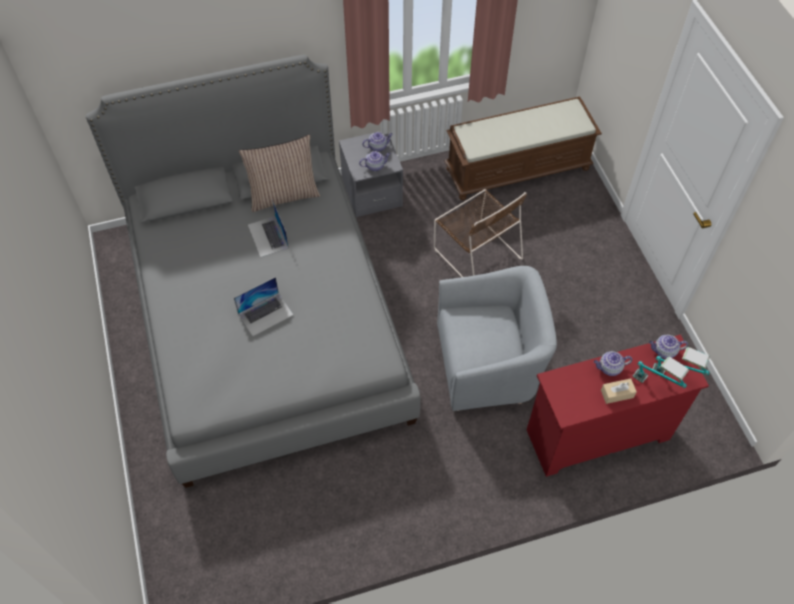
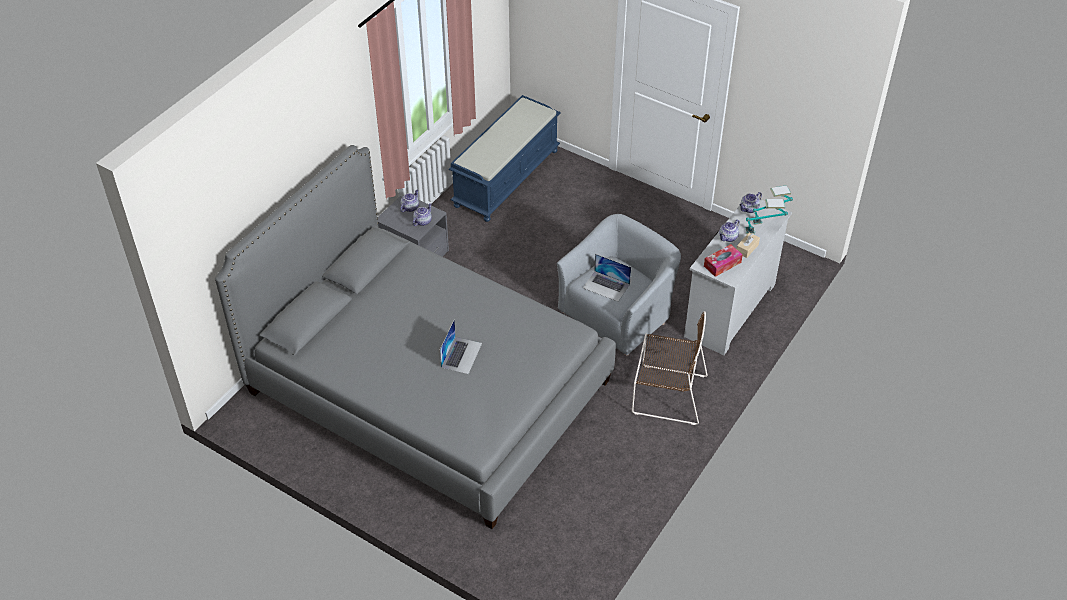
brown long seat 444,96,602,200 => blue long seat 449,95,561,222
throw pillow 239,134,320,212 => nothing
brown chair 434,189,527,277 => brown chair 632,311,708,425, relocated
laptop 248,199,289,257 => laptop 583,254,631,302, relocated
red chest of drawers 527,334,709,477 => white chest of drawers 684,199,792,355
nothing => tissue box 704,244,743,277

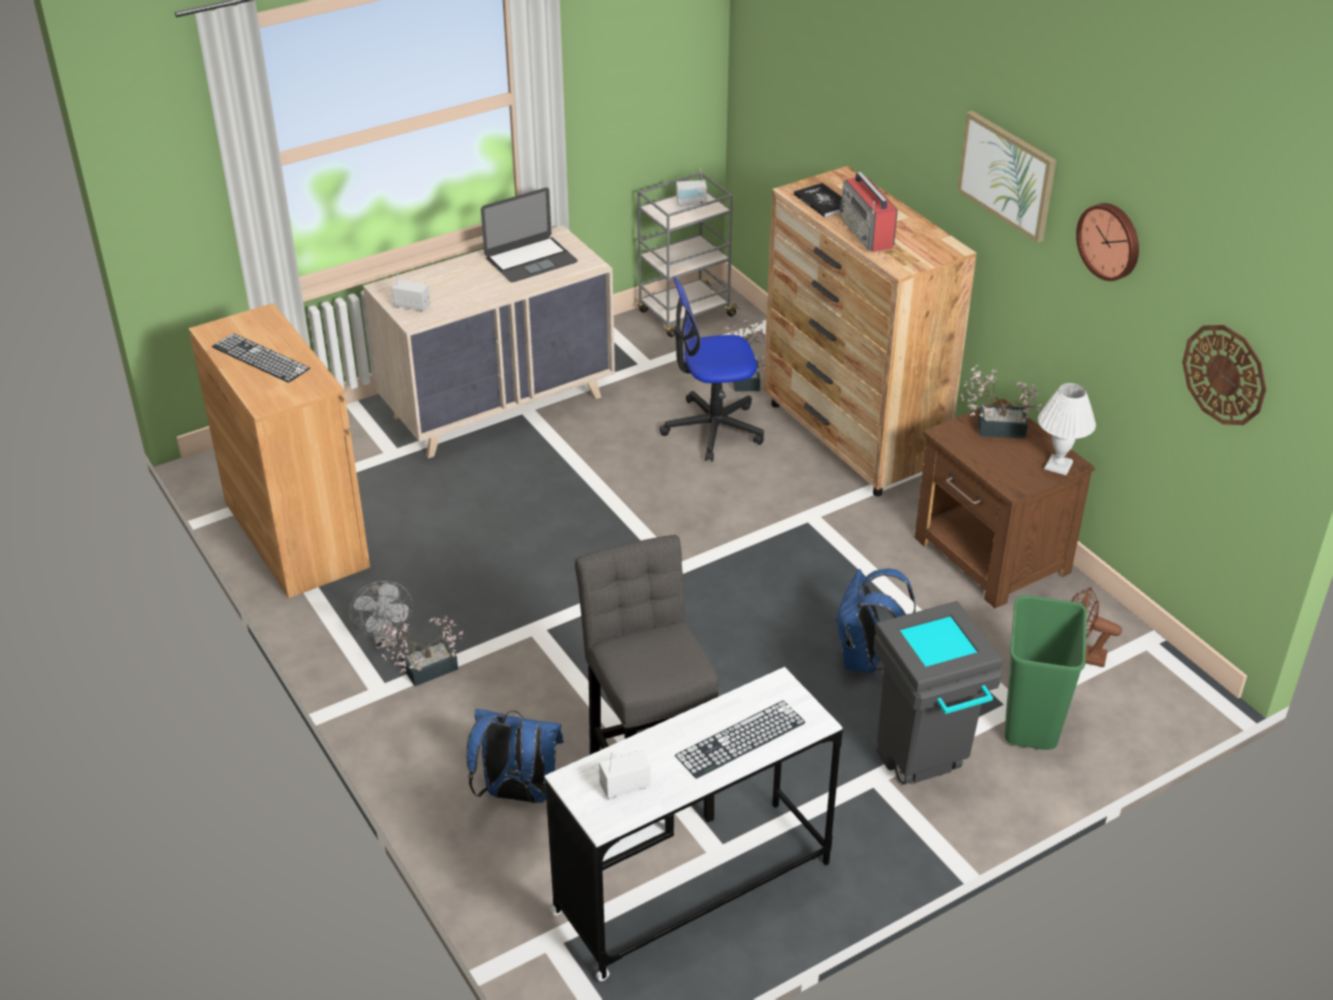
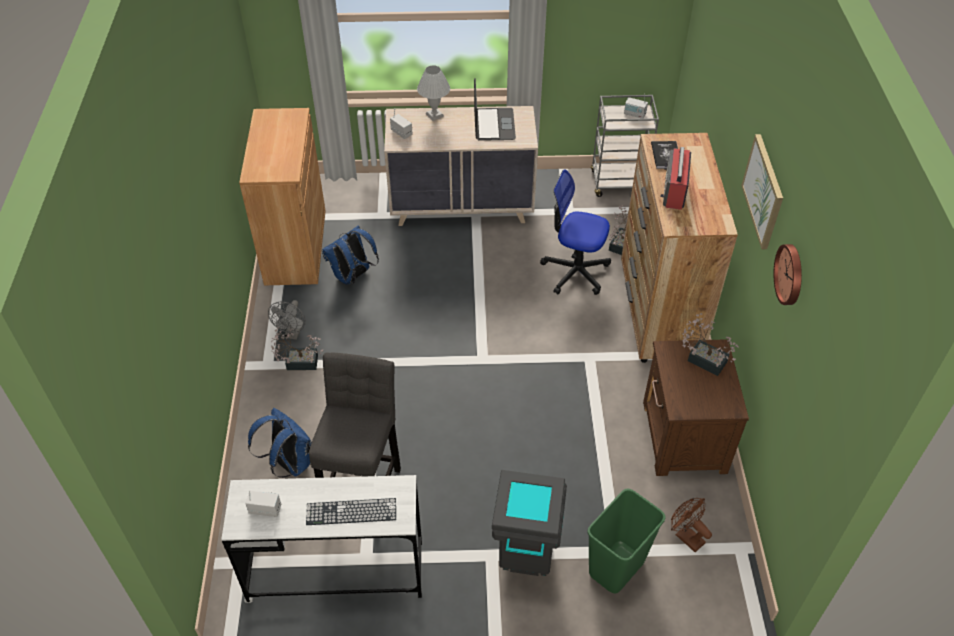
laptop 481,188,578,282 => laptop 474,78,516,141, 90 degrees counterclockwise
wall clock 1182,325,1266,425 => nothing
PC keyboard 212,333,310,383 => nothing
white lamp for a table 1038,383,1096,475 => white lamp for a table 417,65,450,121, relocated
blue backpack 835,569,916,673 => blue backpack 322,225,379,285, relocated

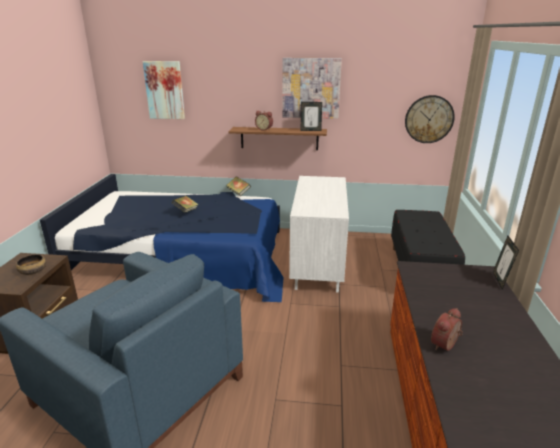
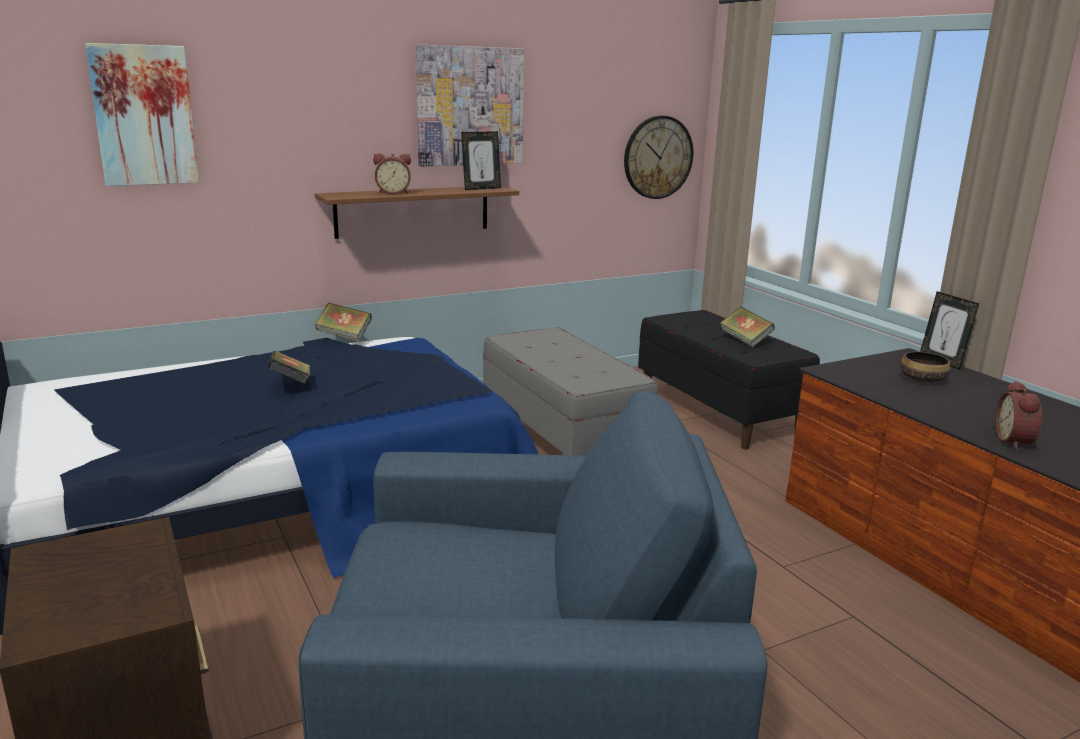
white chest of drawers 289,176,349,293 => gray long seat 483,327,658,456
serving bowl 16,254,46,275 => serving bowl 901,351,951,383, relocated
nothing => bound book 720,307,775,347

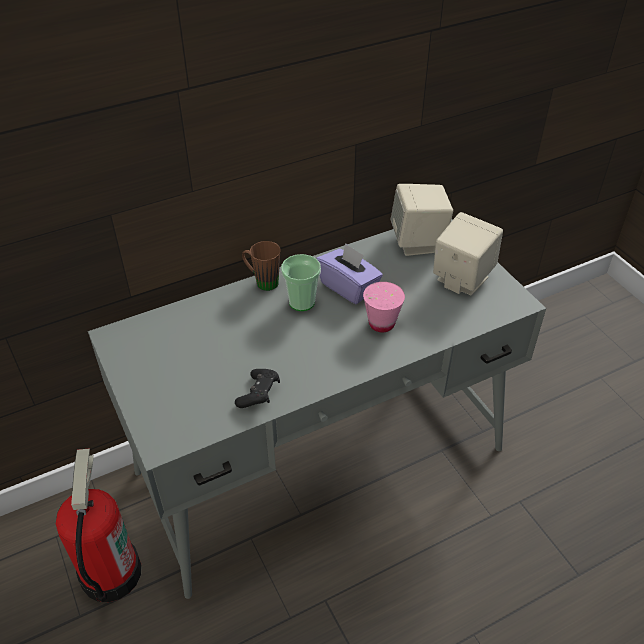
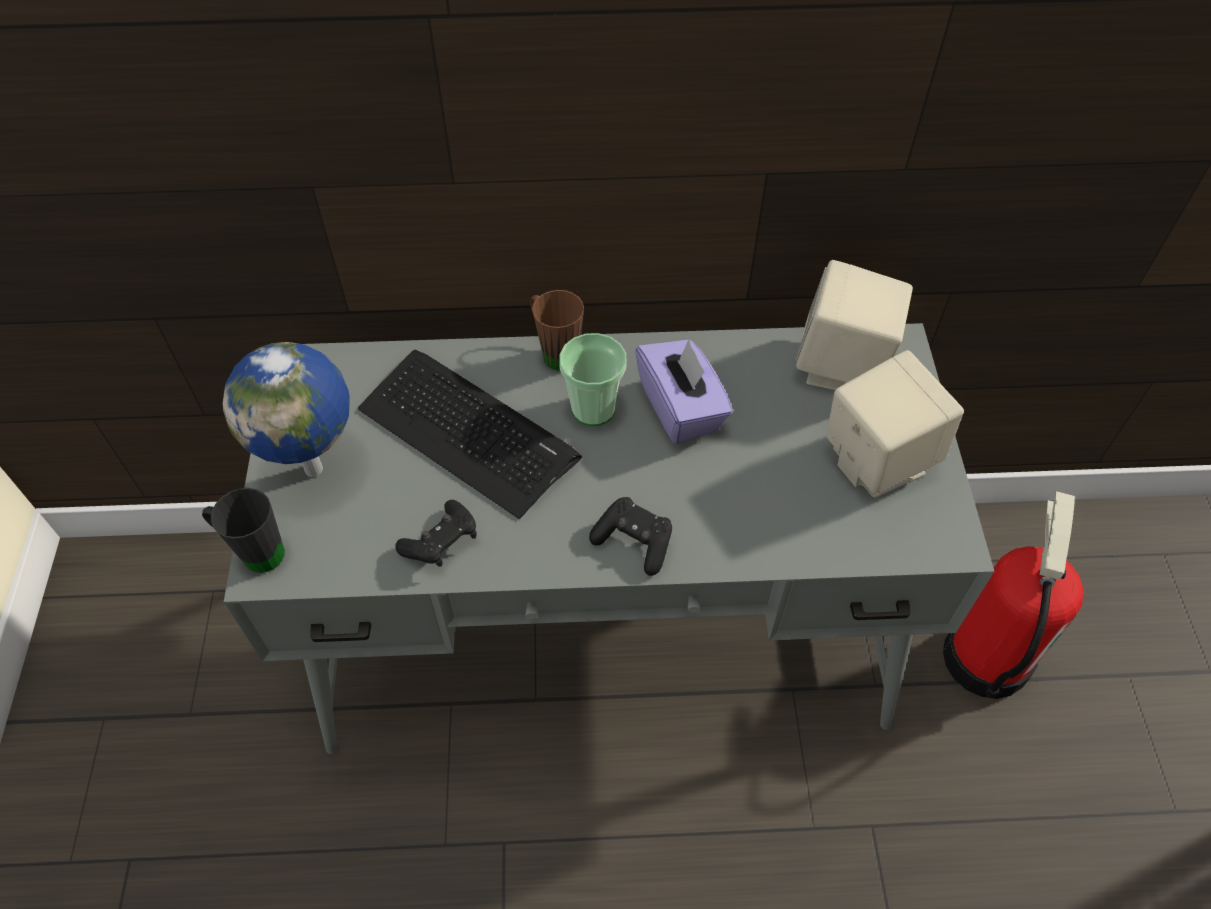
pink small cup 363,282,405,332 => nothing
extinguisher 56,448,142,602 => extinguisher 943,491,1083,699, relocated
nothing => desk globe 223,342,350,477
nothing => PC keyboard 358,349,582,519
nothing => black-coloured tea mug 202,488,285,573
nothing => black-coloured game controller 589,497,672,576

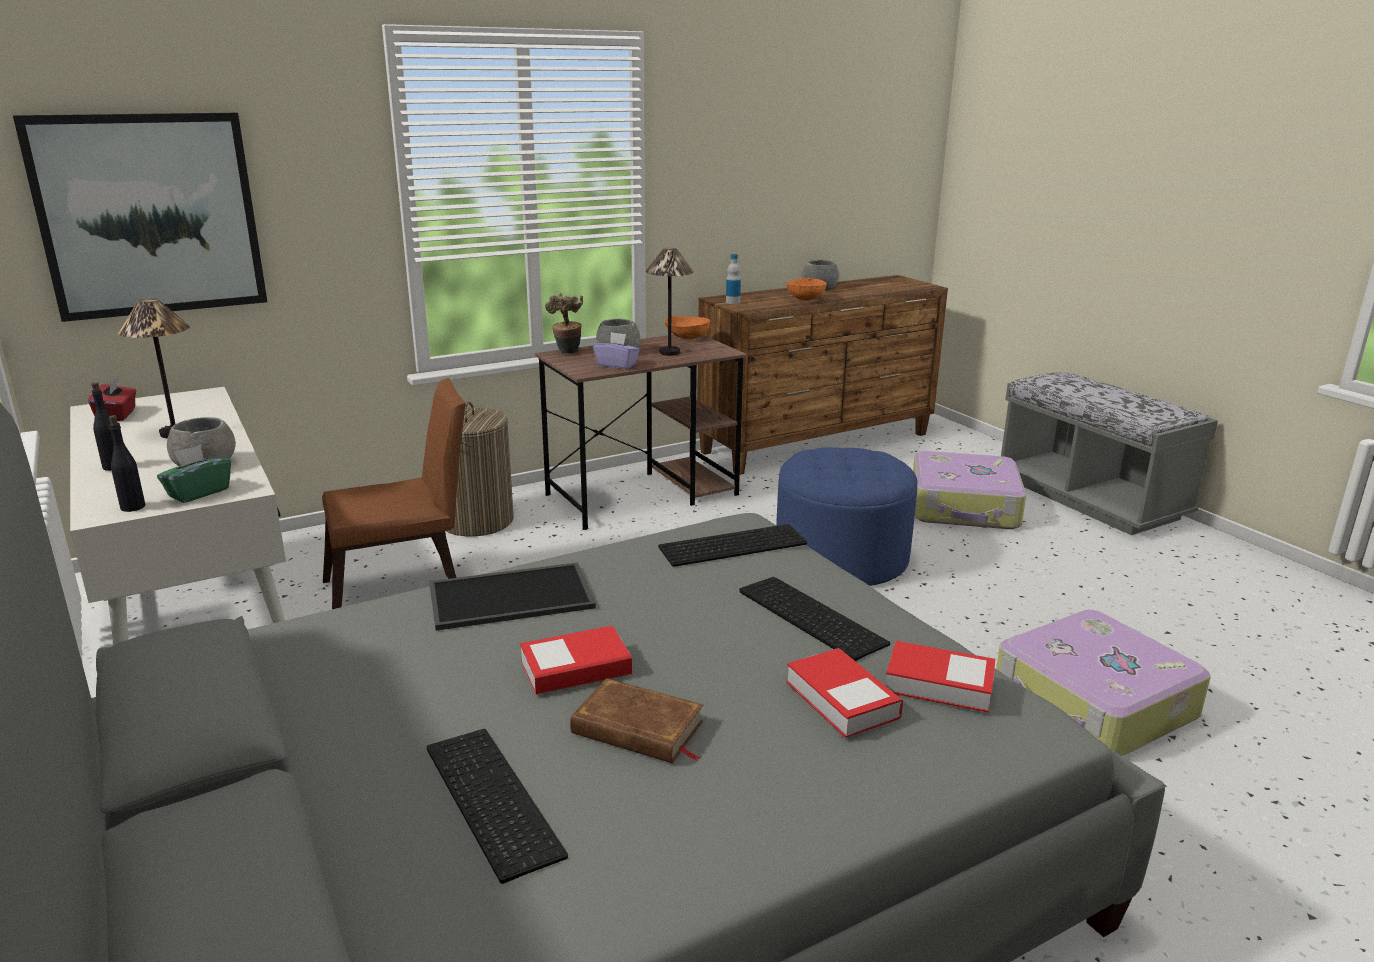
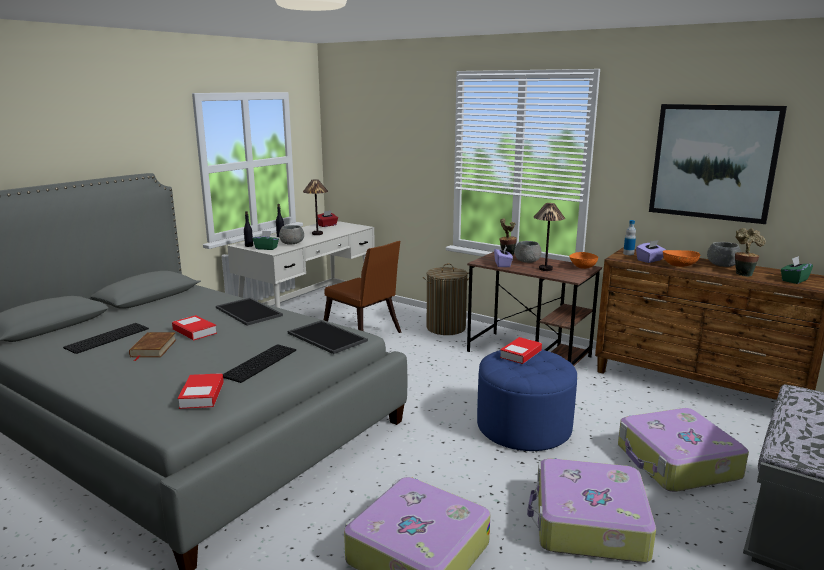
picture 13,113,267,322 => picture 649,104,787,224, relocated
PC keyboard 658,524,807,567 => carrying tray 288,320,368,354
bound book 786,648,903,738 => bound book 500,337,542,364, relocated
nothing => plant in a pot 735,228,766,277
nothing => purplish tissue box 636,240,666,263
nothing => greenish tissue box 781,256,813,284
nothing => travel case 527,458,656,562

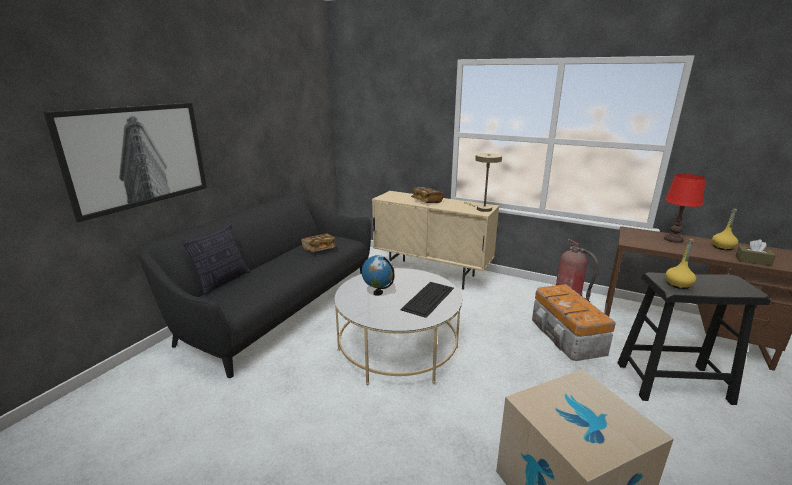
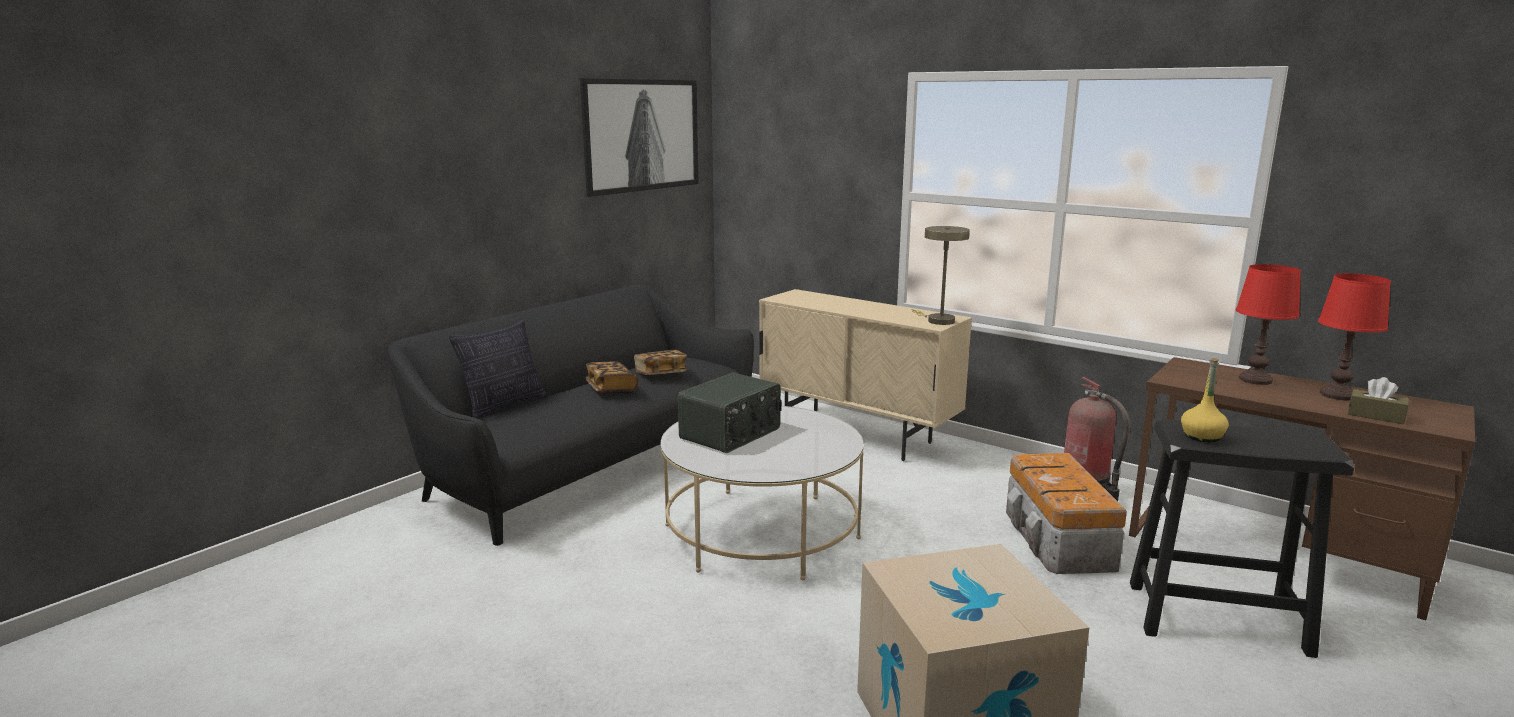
picture 44,103,207,222 => picture 580,78,699,197, relocated
bound book 411,187,443,203 => bound book 585,361,638,393, relocated
yellow-coloured bottle 712,209,738,251 => red lamp for a table 1318,273,1391,401
desk globe 362,255,394,296 => radio set 678,372,782,453
PC keyboard 400,282,454,318 => nothing

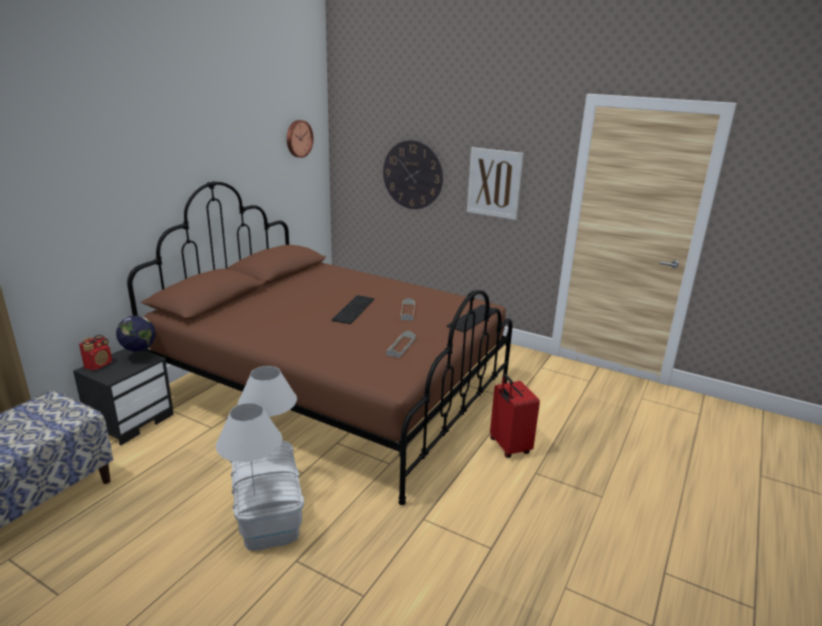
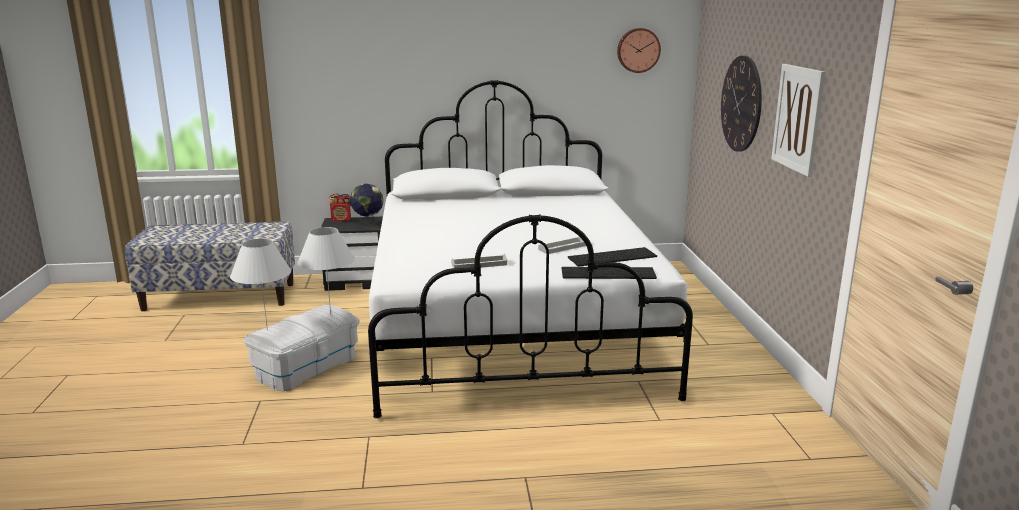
brown sleeping bed 127,181,513,505 => white sleeping bed 368,80,693,418
PC keyboard 332,295,374,324 => PC keyboard 568,247,657,267, relocated
red travel case 490,374,540,458 => nothing

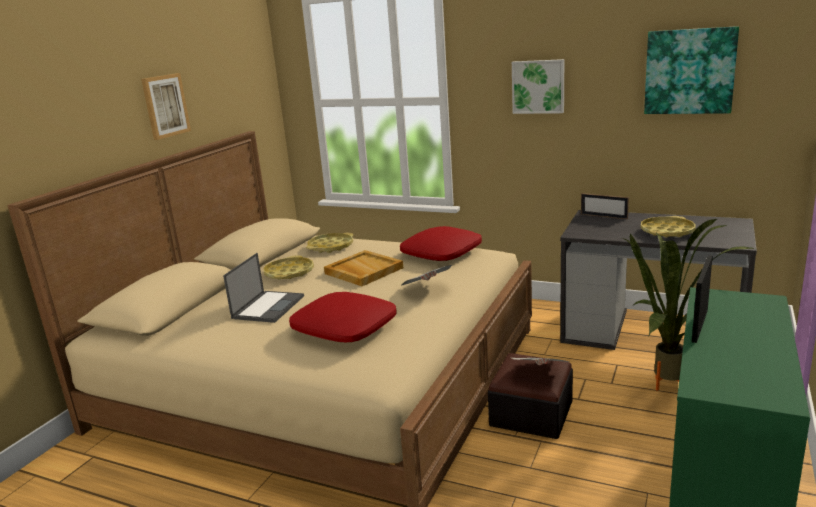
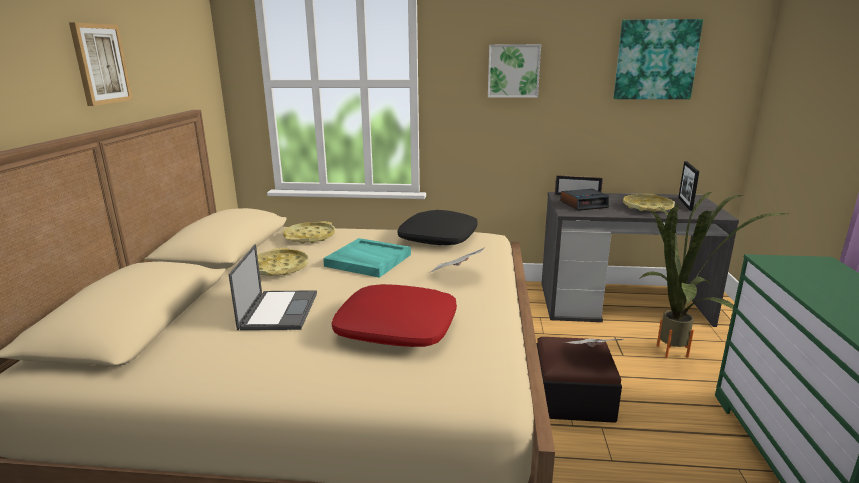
red throw pillow 400,226,482,261 => black-coloured throw pillow 397,210,478,245
beige carrying tray 324,250,403,286 => turquoise-coloured carrying tray 323,238,411,278
picture frame 692,255,713,343 => picture frame 678,161,699,211, relocated
nothing => table clock 560,189,609,211

